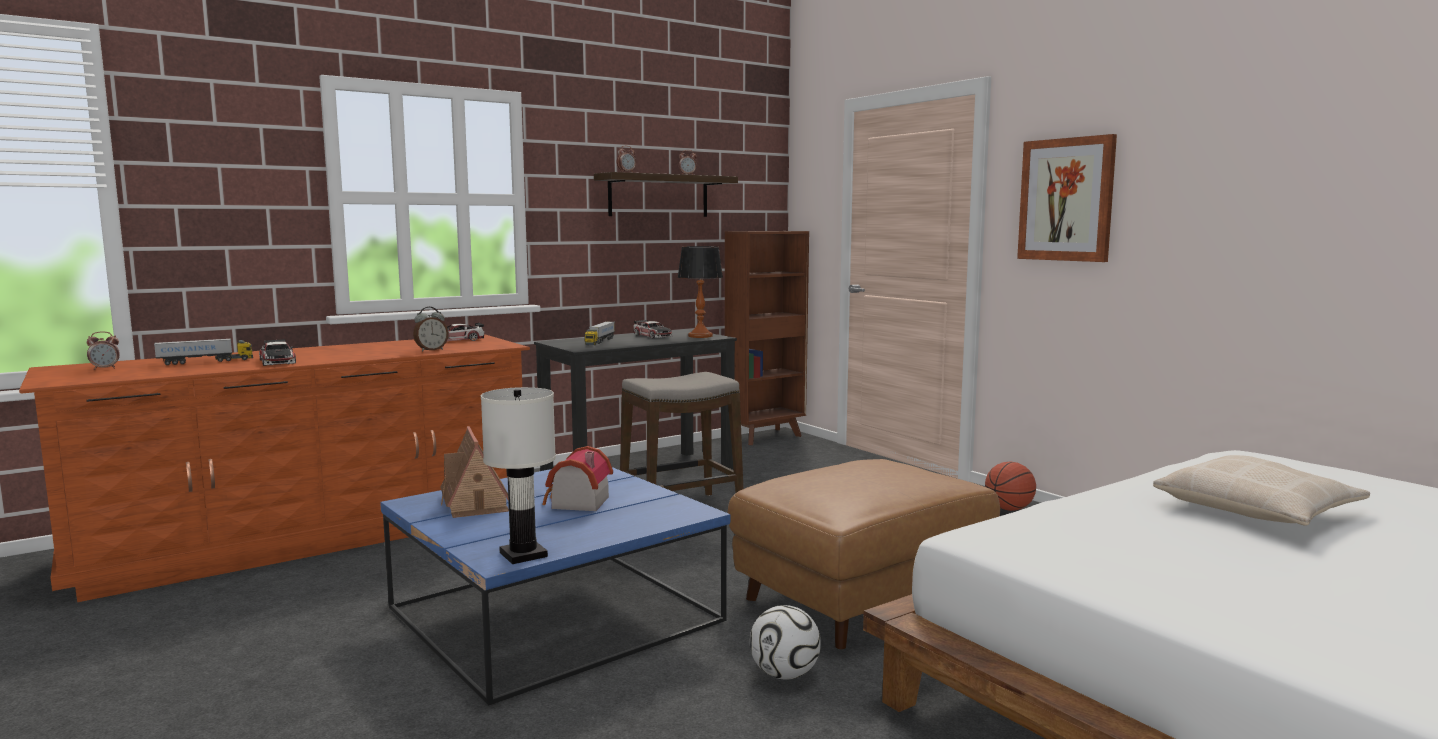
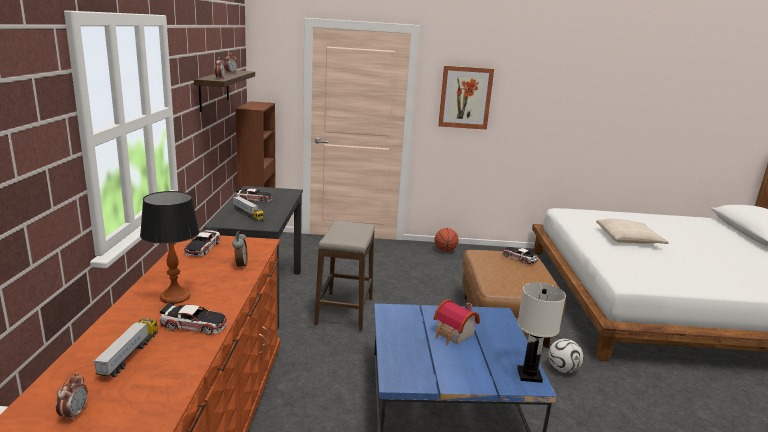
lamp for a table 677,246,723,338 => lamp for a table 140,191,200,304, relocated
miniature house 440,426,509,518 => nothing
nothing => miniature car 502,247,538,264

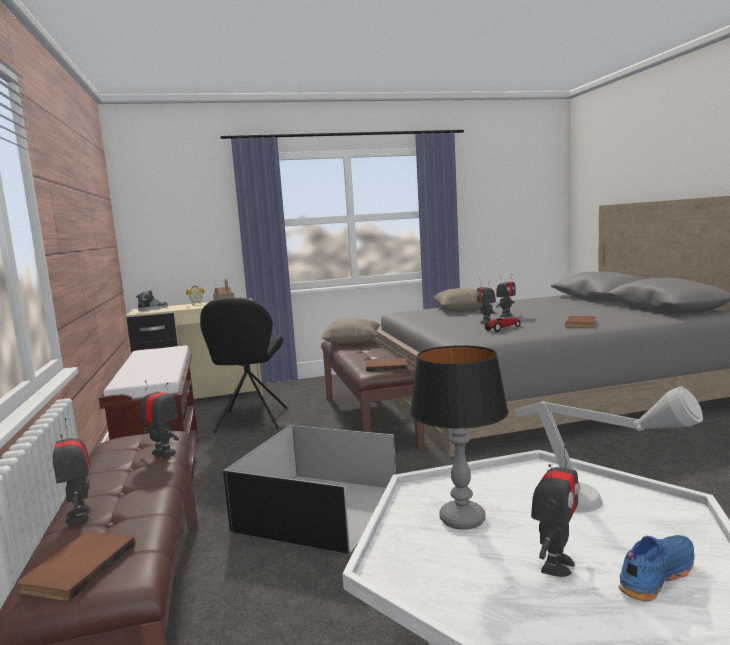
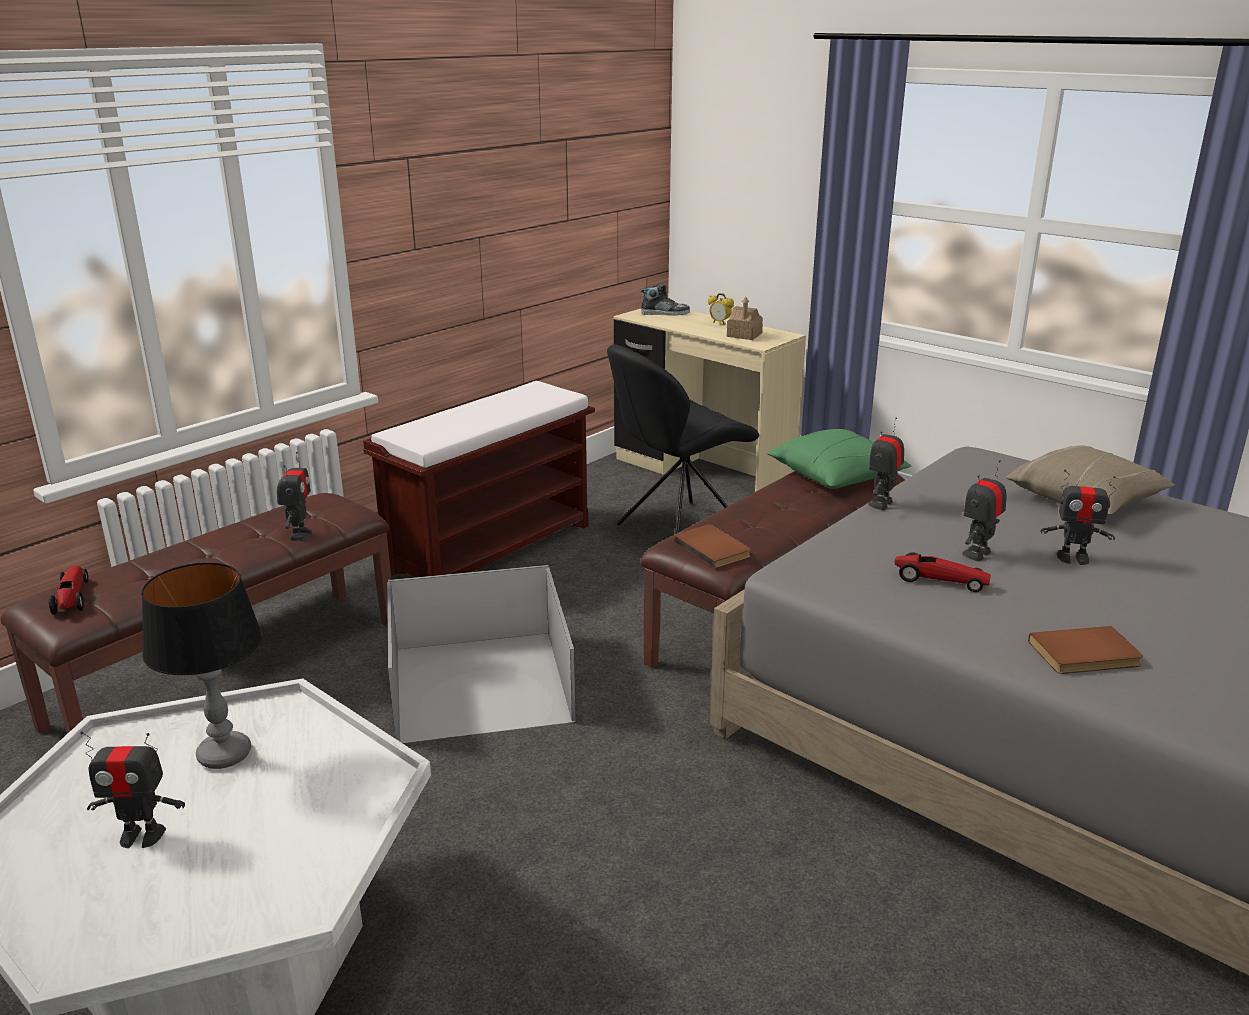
beige throw pillow 322,318,381,344 => greenish throw pillow 767,429,912,489
gray lamp for a table 515,386,703,513 => nothing
robot figure 52,418,90,524 => robot figure 869,417,904,510, relocated
brown bound book 17,532,136,602 => miniature car 49,566,88,615
blue shoe 619,535,695,601 => nothing

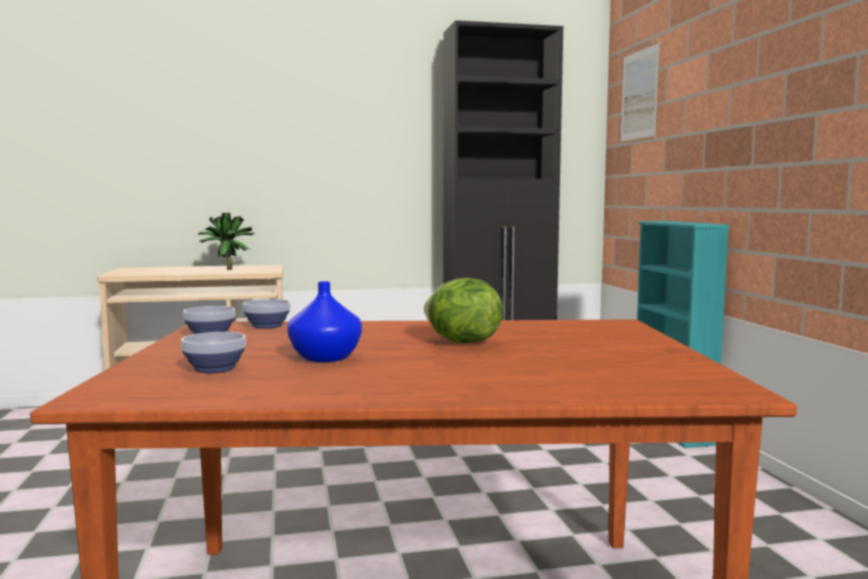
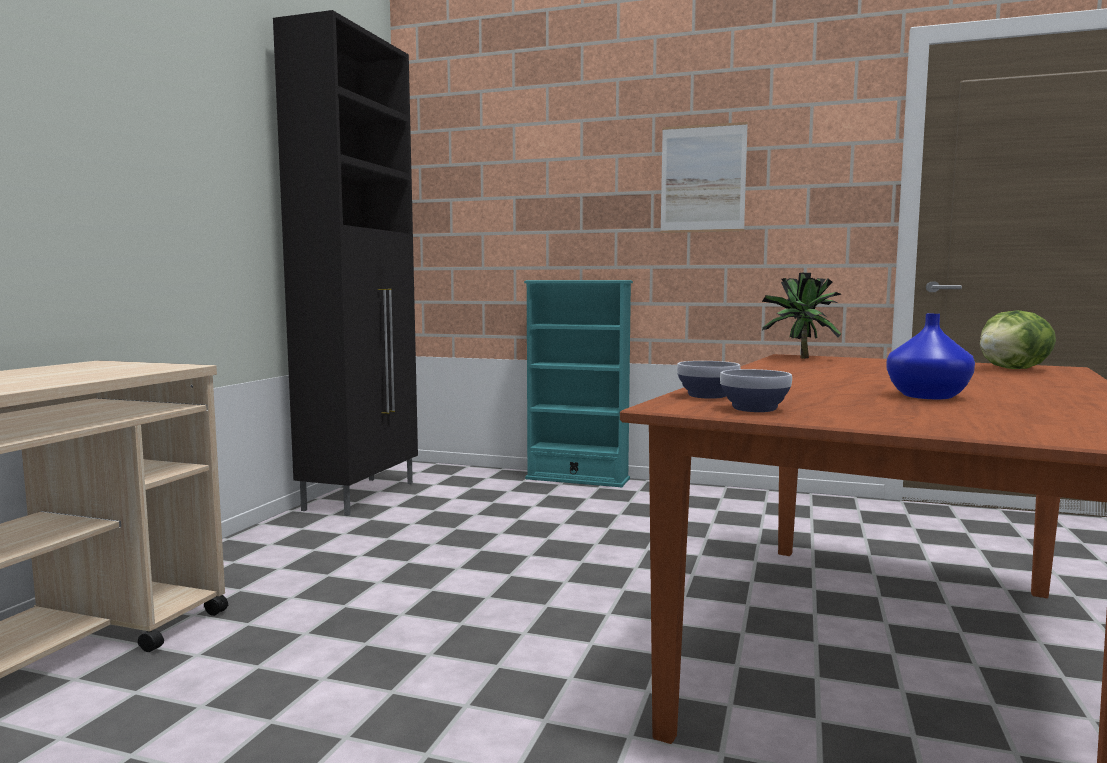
picture 620,40,660,144 => picture 661,122,748,233, relocated
plant in a pot 198,213,255,270 => plant in a pot 762,273,841,359, relocated
lettuce 424,278,503,343 => lettuce 980,310,1056,369, relocated
serving bowl 181,332,246,373 => nothing

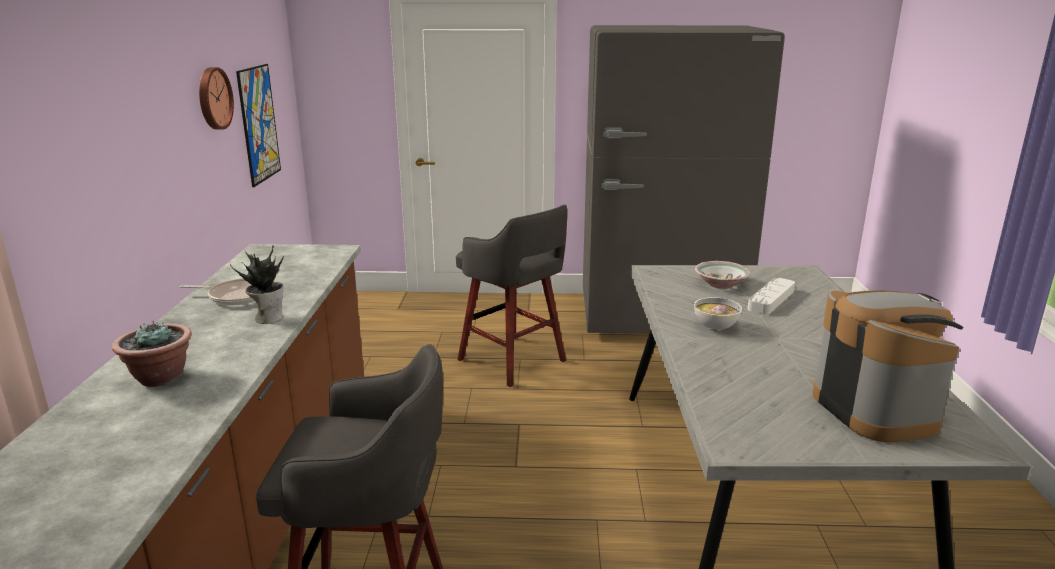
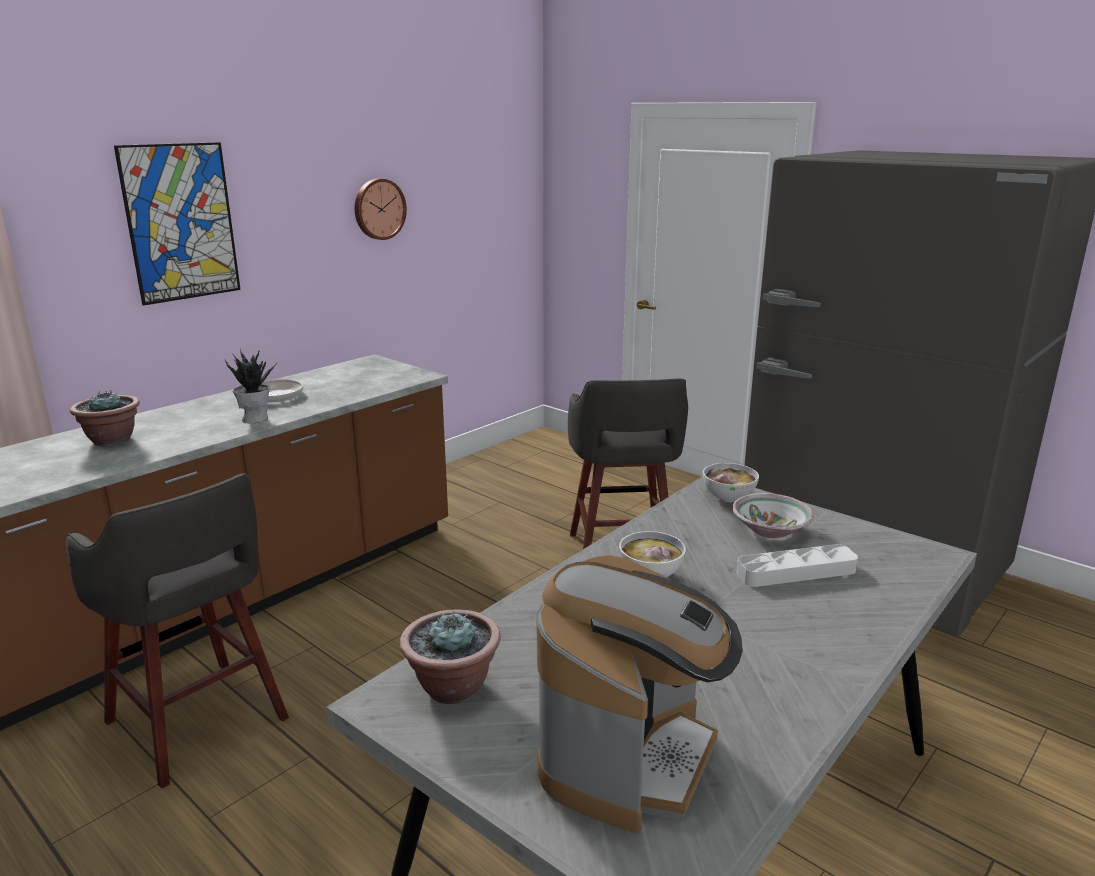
picture 236,64,281,187 => picture 114,142,241,306, relocated
nothing => serving bowl 703,463,759,502
nothing => plant in a pot 400,609,501,704

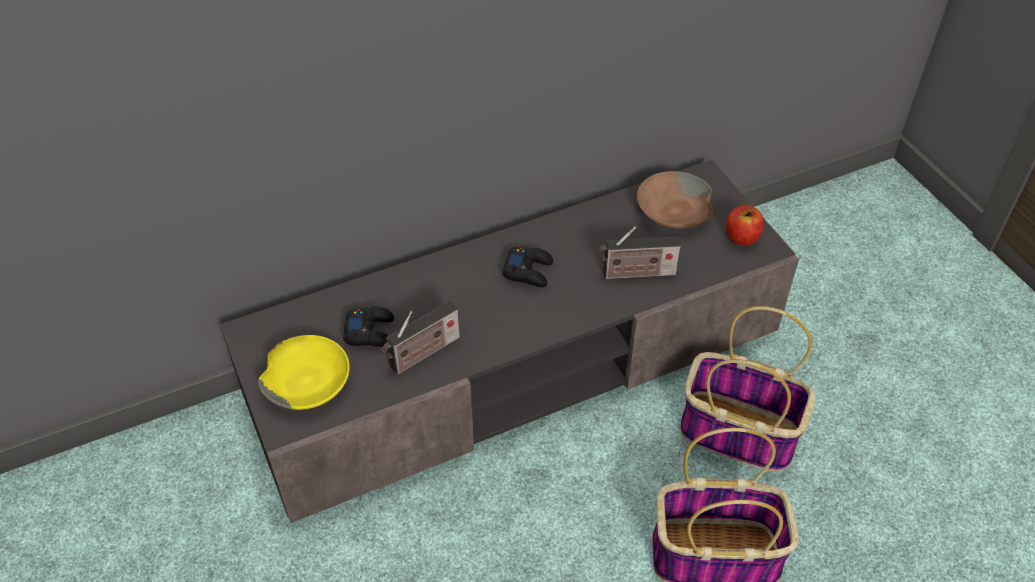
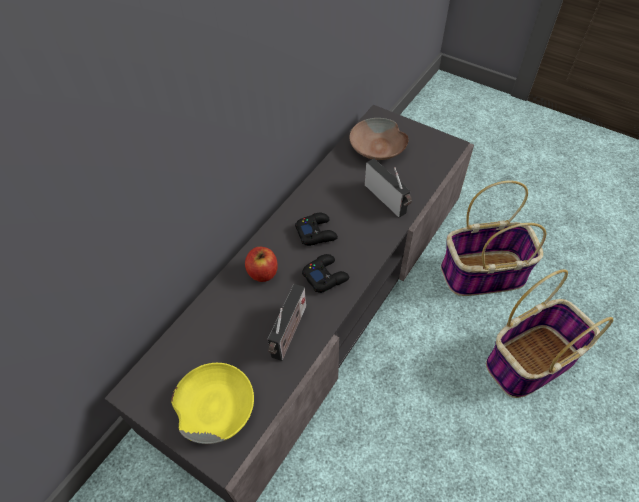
apple fruit 726,205,764,245 => apple fruit 245,247,278,282, relocated
radio set 598,226,681,279 => radio set 365,159,412,218, 90 degrees counterclockwise
black-coloured game controller 343,307,394,347 => black-coloured game controller 302,254,349,293, relocated

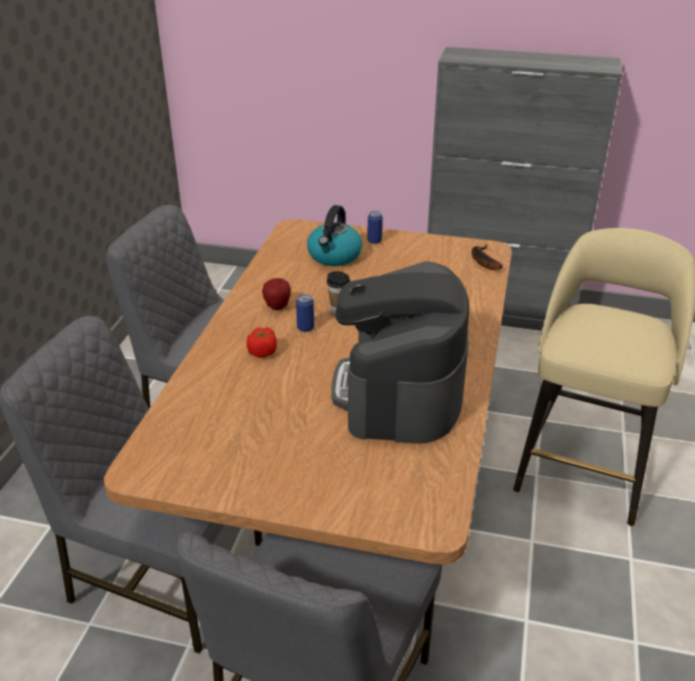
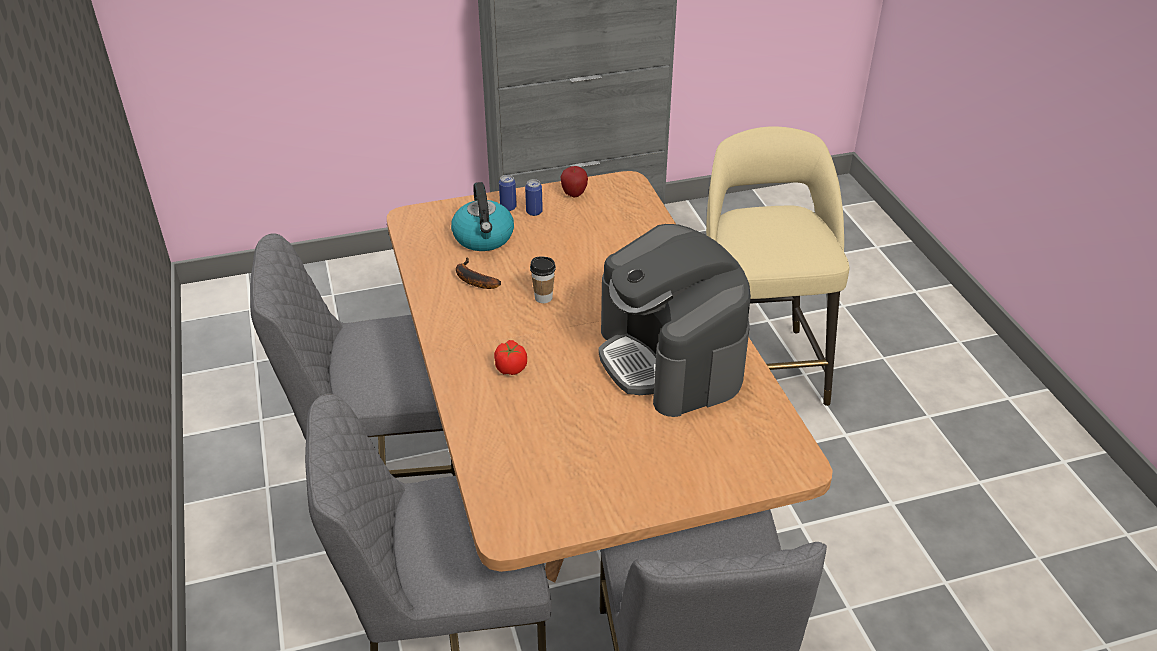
whole banana 471,245,503,270 => whole banana 456,257,501,289, relocated
apple fruit 262,278,291,310 => apple fruit 561,166,588,197, relocated
can 296,294,314,332 => can 525,179,543,216, relocated

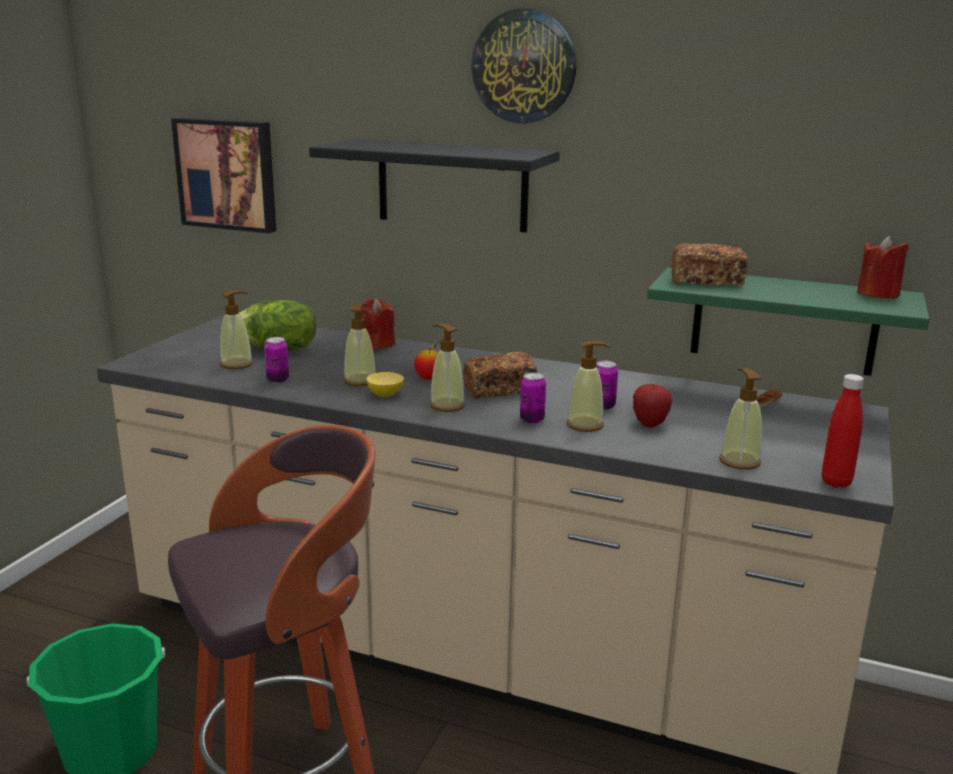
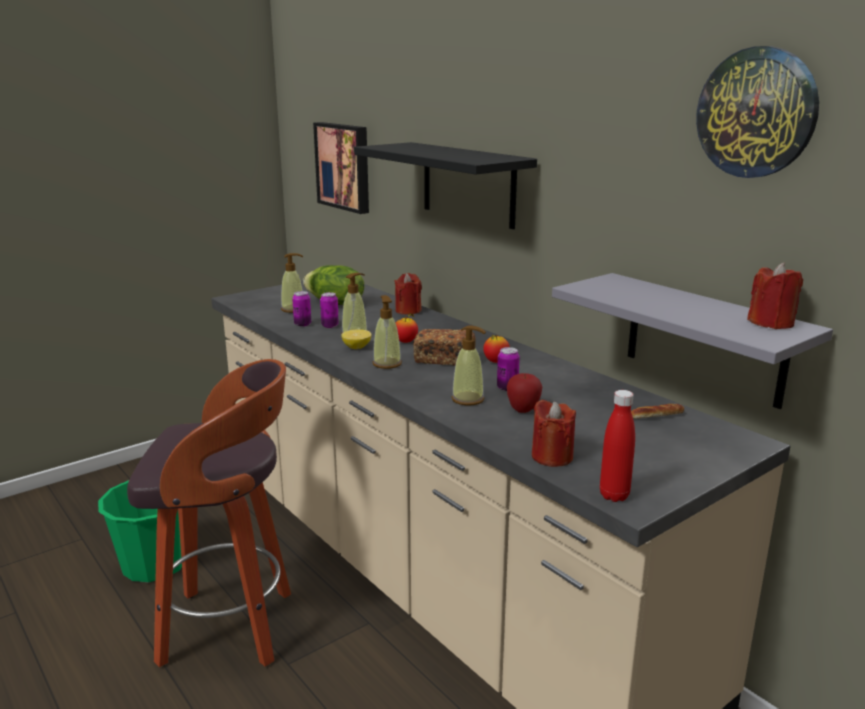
wall clock 471,9,576,123 => wall clock 696,46,819,178, relocated
bread 672,243,748,286 => nothing
greenish wall shelf 647,268,930,376 => gray wall shelf 552,273,833,409
soap bottle 719,368,762,470 => red wax candle 532,400,576,467
can 520,372,546,424 => can 320,292,339,328, relocated
nothing => apple fruit 483,334,510,363

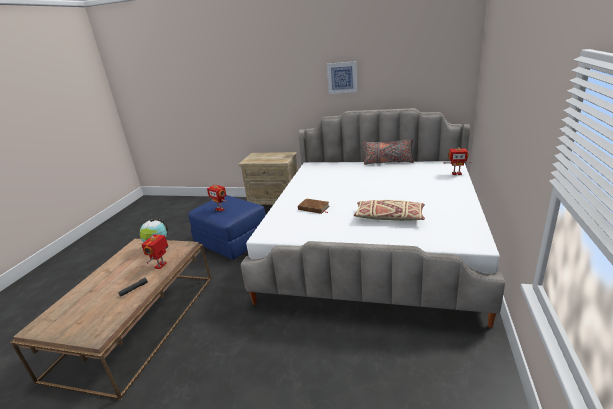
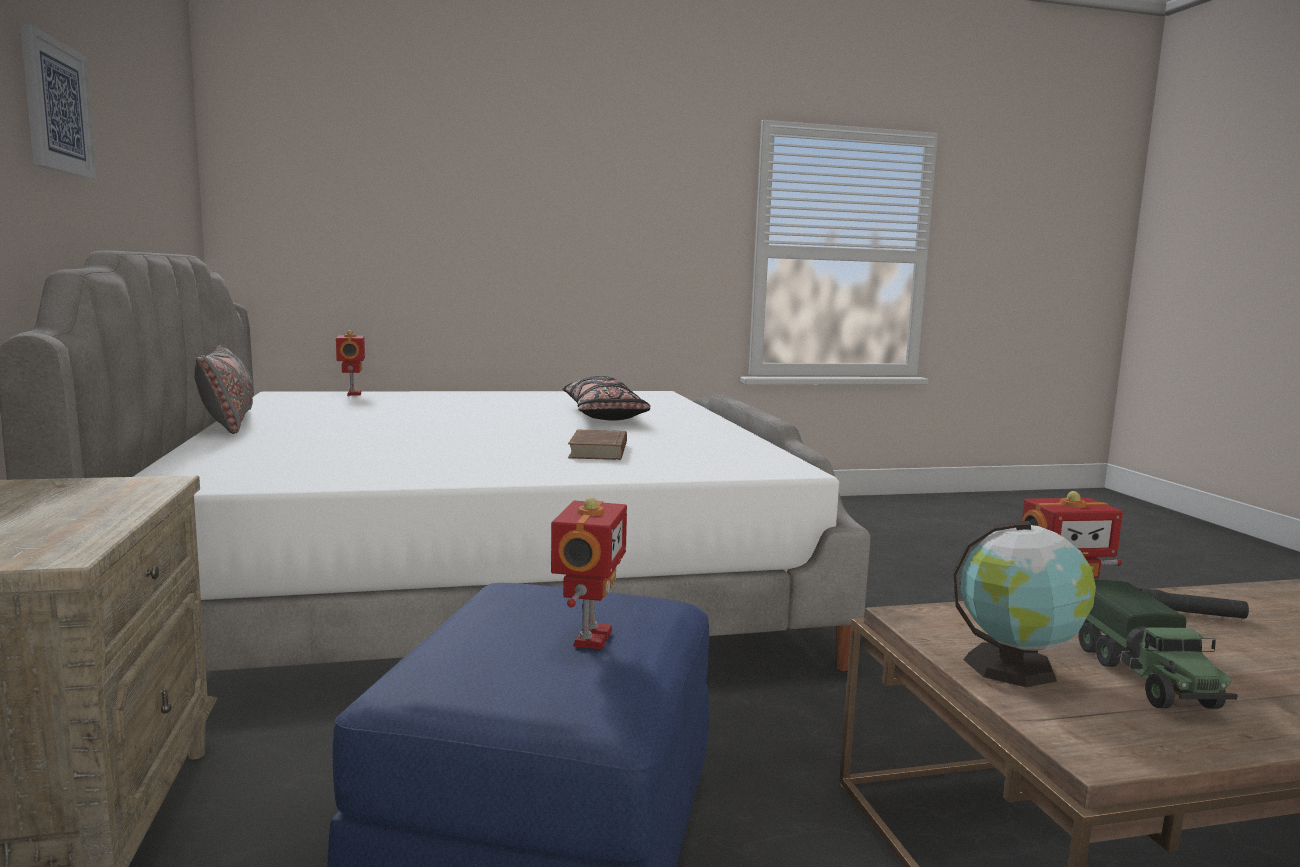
beige throw pillow 354,200,425,221 => black-coloured throw pillow 563,376,650,421
nothing => toy truck 1079,580,1237,709

